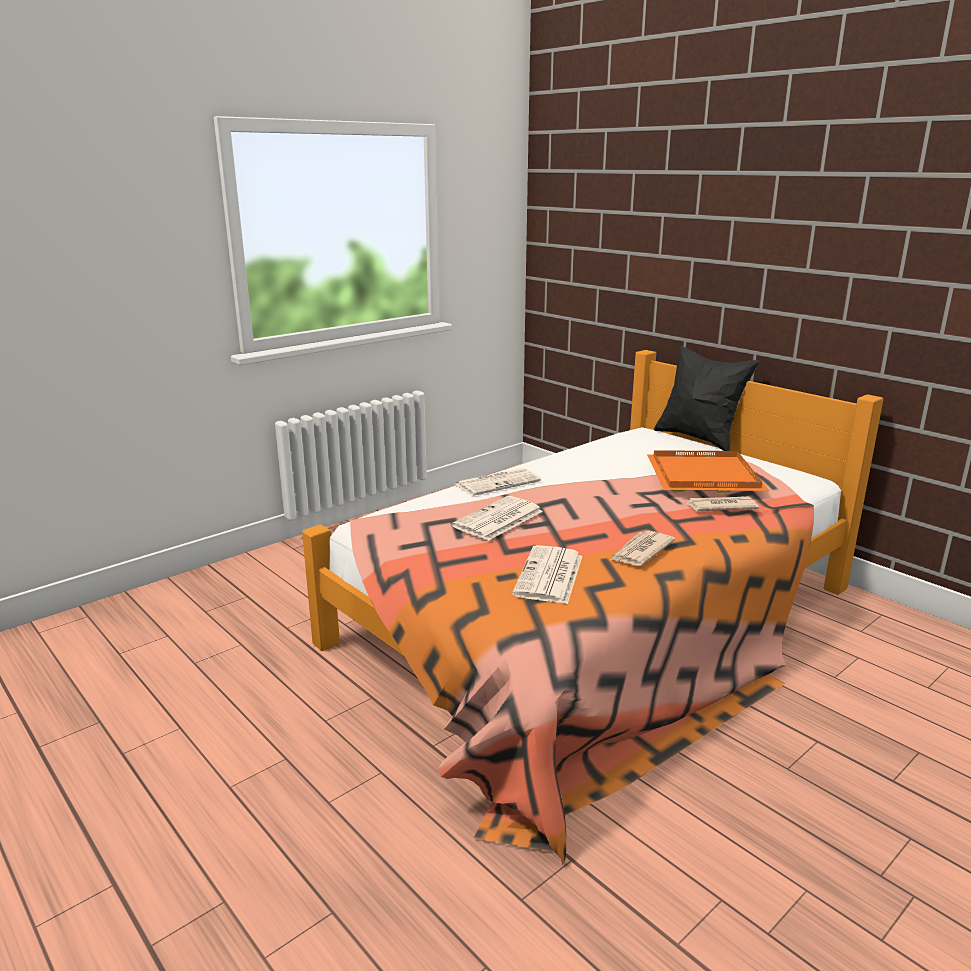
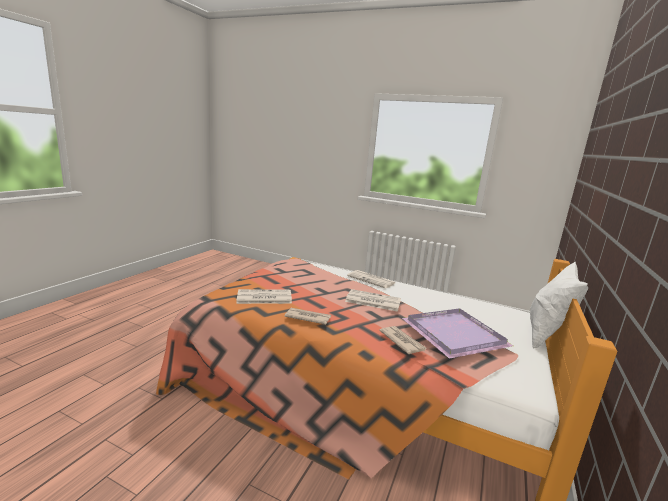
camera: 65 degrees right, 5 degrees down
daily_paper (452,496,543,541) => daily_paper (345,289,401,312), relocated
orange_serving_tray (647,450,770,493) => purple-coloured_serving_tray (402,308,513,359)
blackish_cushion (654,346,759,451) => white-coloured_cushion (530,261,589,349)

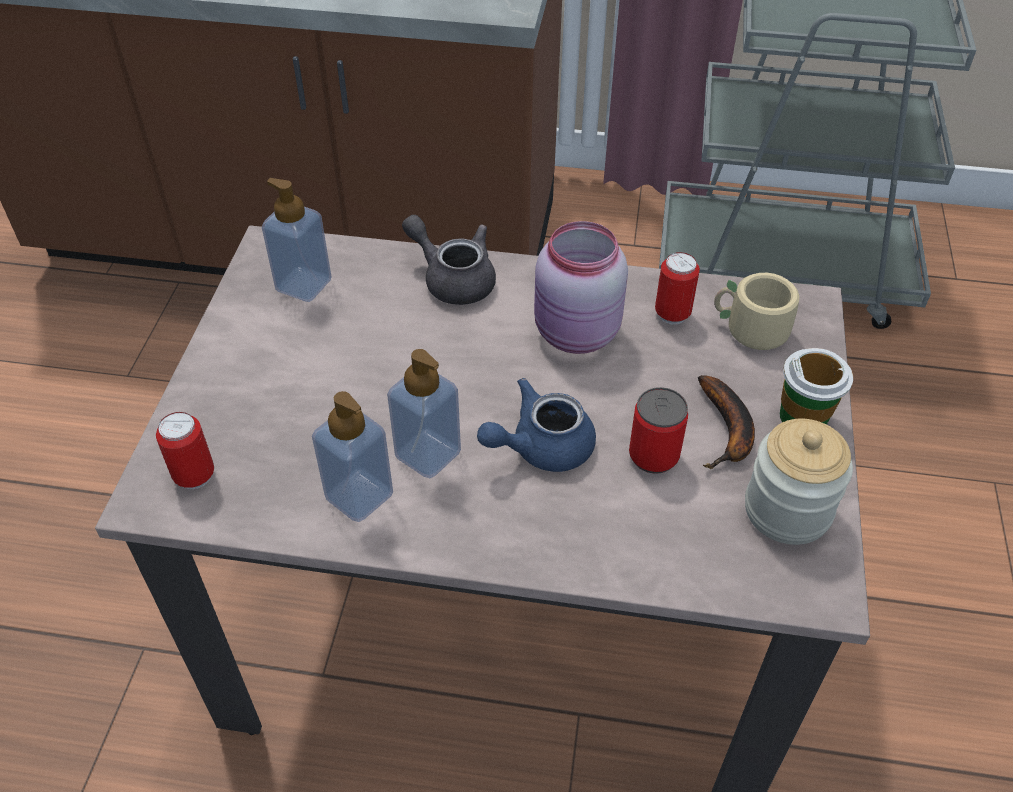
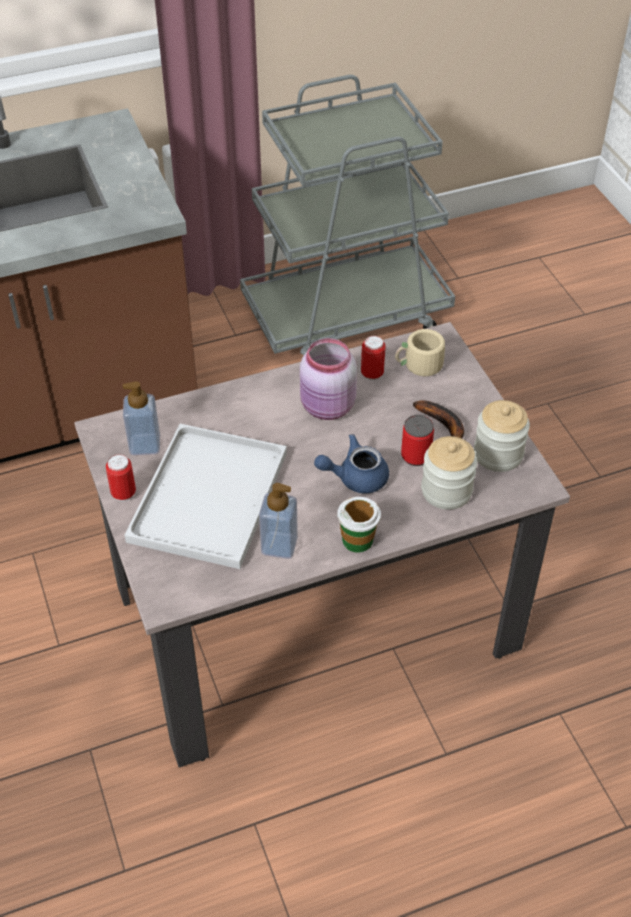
camera: 30 degrees left, 0 degrees up
sealed_can (156,412,214,489) => sealed_can (106,454,136,501), relocated
nothing => white-coloured_serving_tray (125,424,287,569)
bluish_teapot (477,378,596,472) => bluish_teapot (314,434,389,493), 45 degrees clockwise
drinking_cup (780,348,853,425) => drinking_cup (337,497,381,553), relocated
nothing => jar (421,436,477,510)
liquid_soap_bottle (387,349,461,478) => nothing
gray_teapot (402,215,496,305) => nothing

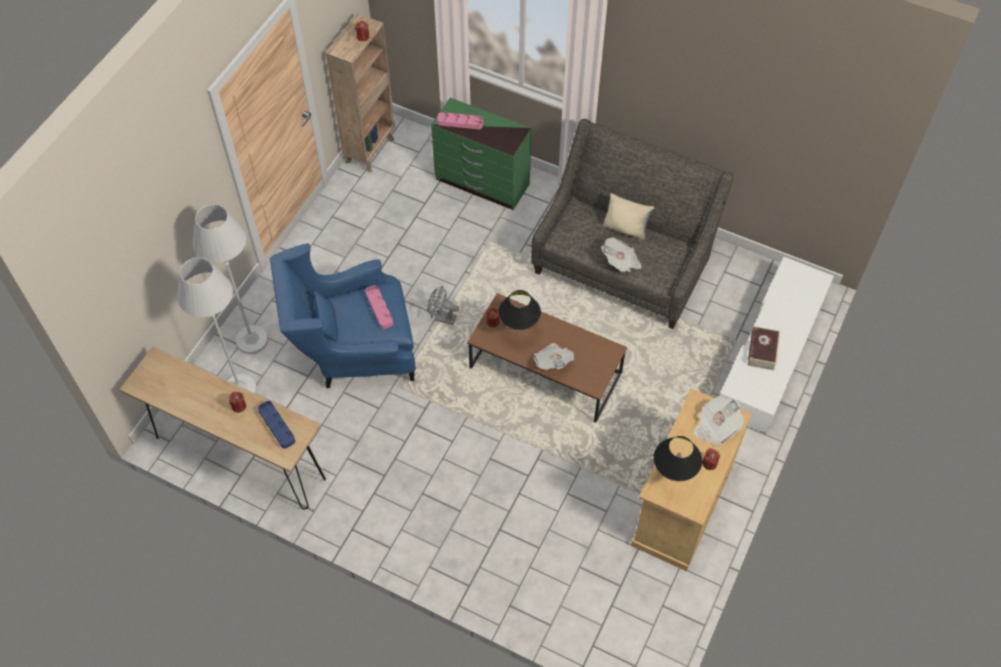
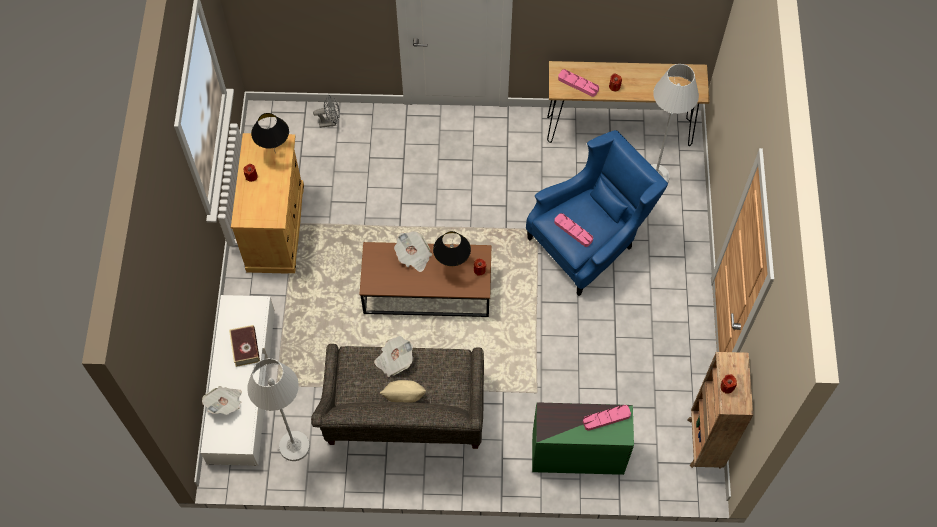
camera: 155 degrees right, 5 degrees up
daily_paper (693,396,744,447) => daily_paper (202,386,242,415), relocated
white-coloured_standard_lamp (192,204,268,354) => white-coloured_standard_lamp (247,358,310,461), relocated
gray_electric_fan (428,286,459,325) => gray_electric_fan (313,95,340,128), relocated
bluish_serving_tray (258,401,295,449) => pink-coloured_serving_tray (558,69,599,97)

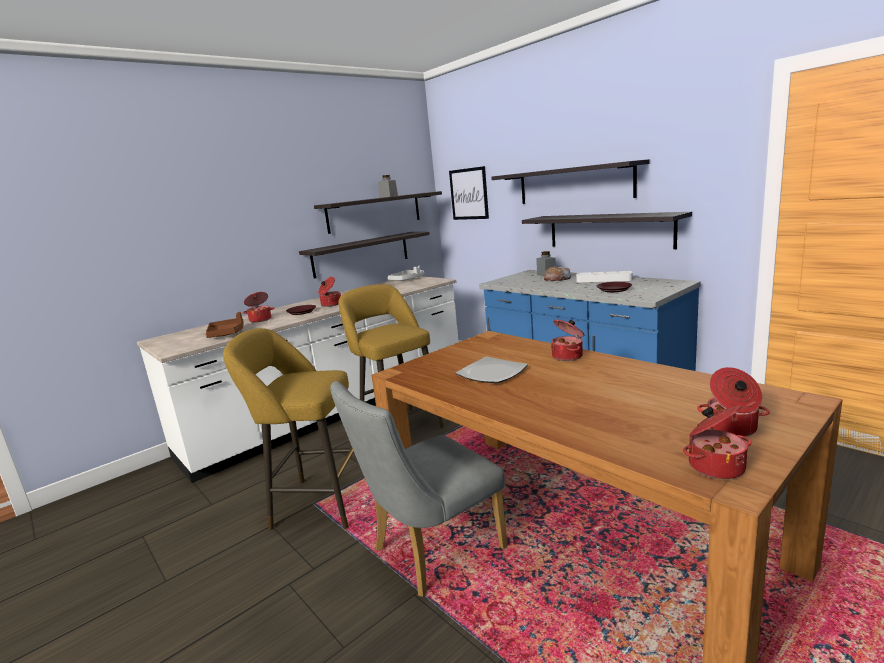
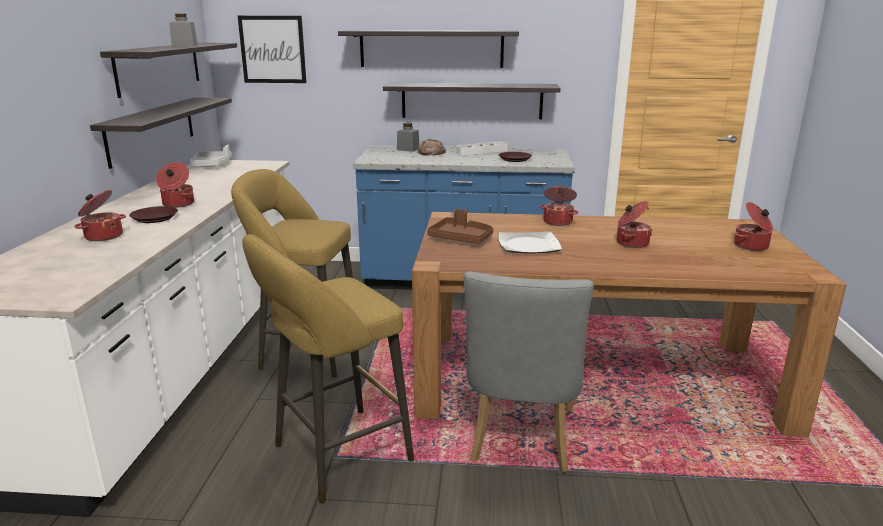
camera: 45 degrees left, 5 degrees up
brown_serving_tray (206,312,244,338) => brown_serving_tray (427,209,493,244), relocated
saucepot (683,405,752,479) => saucepot (617,201,653,248), relocated

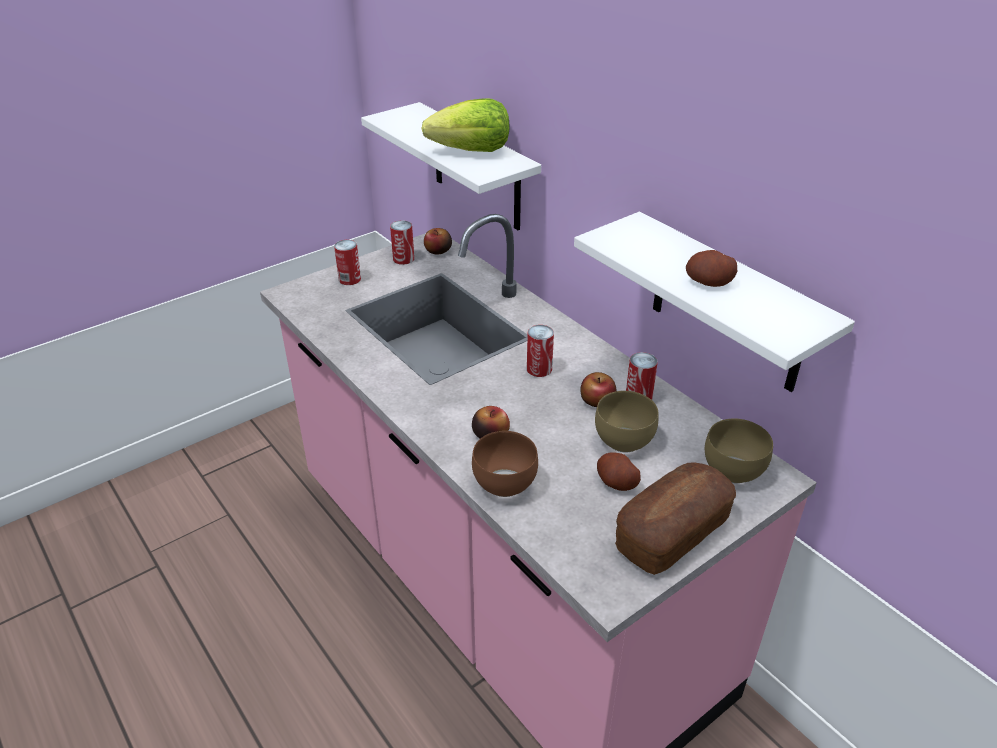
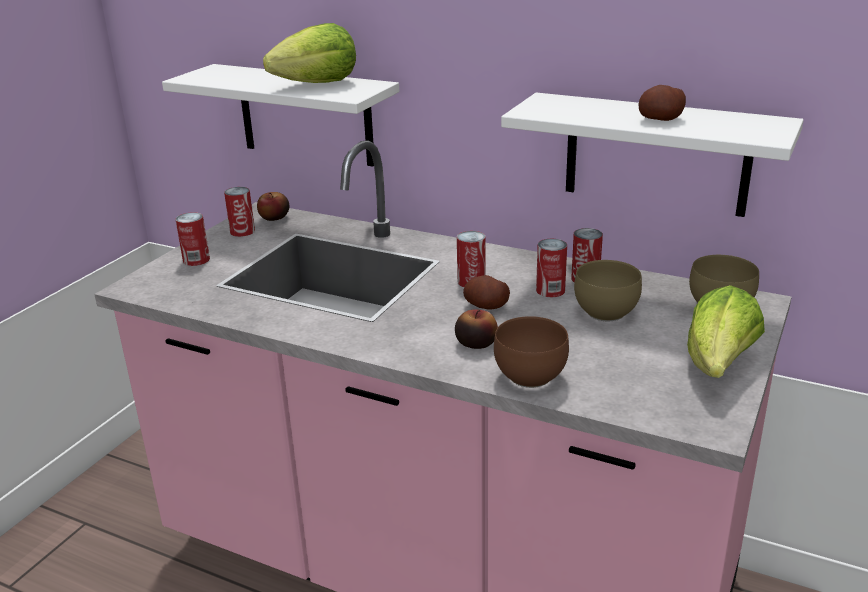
camera: 25 degrees left, 10 degrees down
potato (597,452,641,491) => potato (463,275,510,309), relocated
apple (580,372,617,407) => sealed_can (536,239,567,297)
baked_bread (615,463,736,575) => lettuce (687,285,765,378)

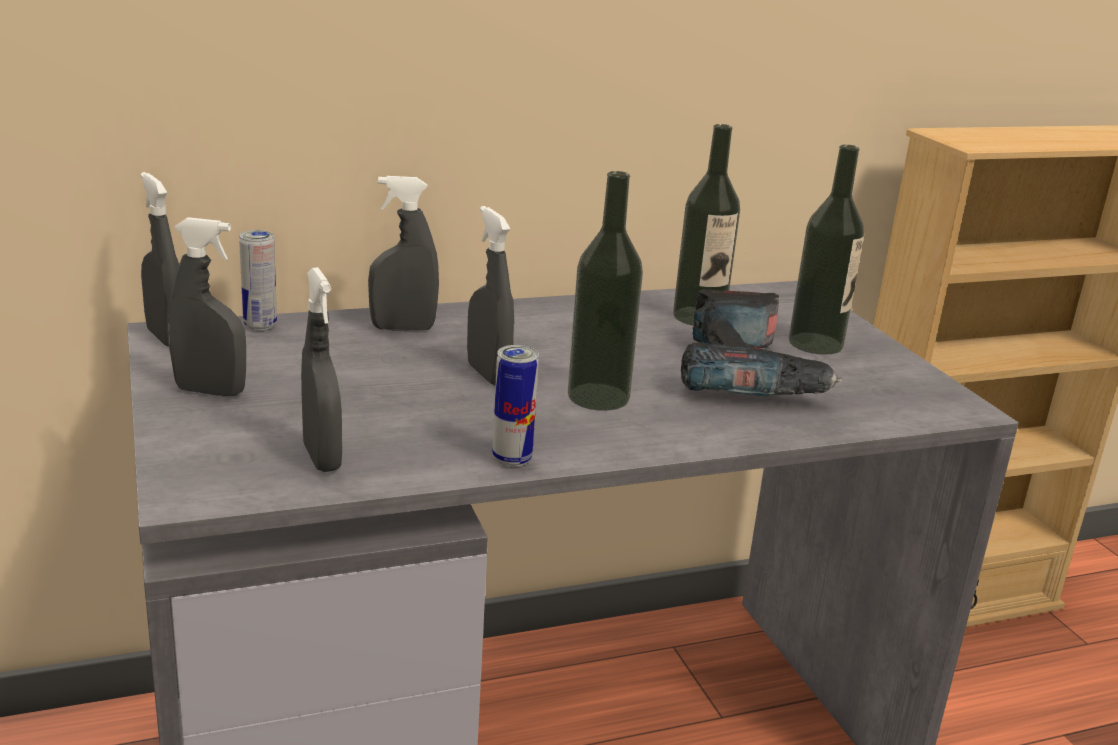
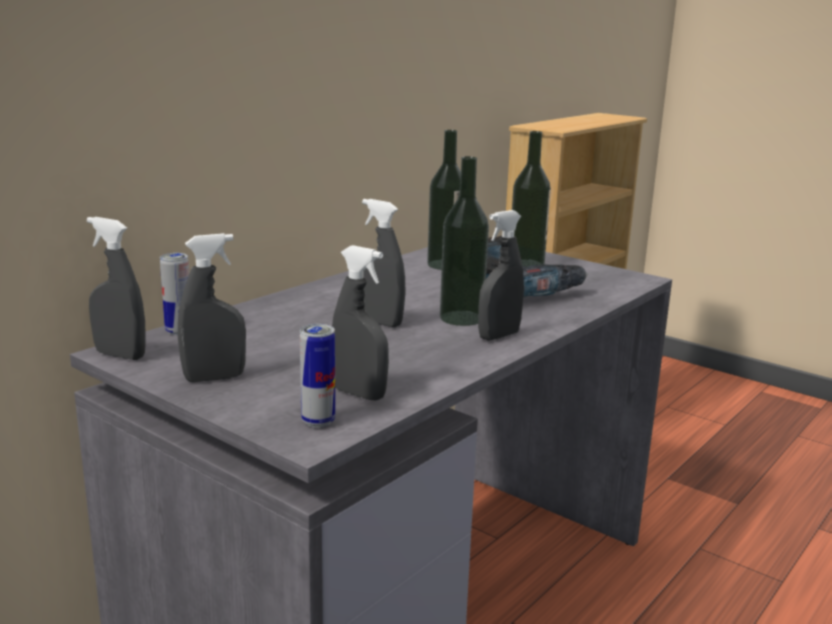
camera: 30 degrees left, 5 degrees down
sealed_can (492,345,539,467) => sealed_can (300,324,335,428), relocated
gray_spray_bottle (368,176,439,331) => gray_spray_bottle (478,210,524,341), relocated

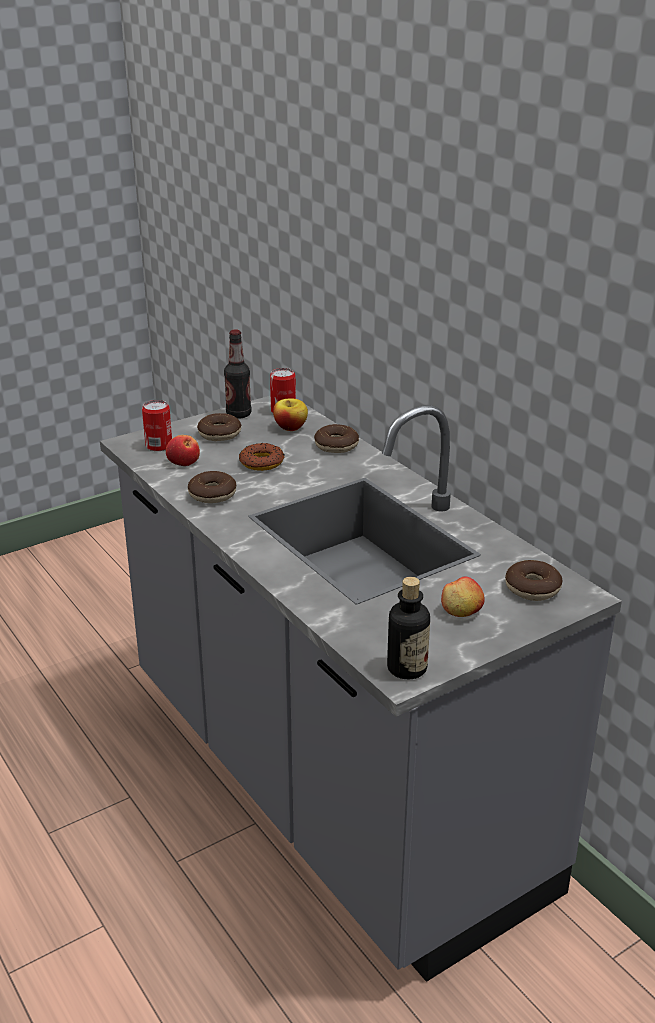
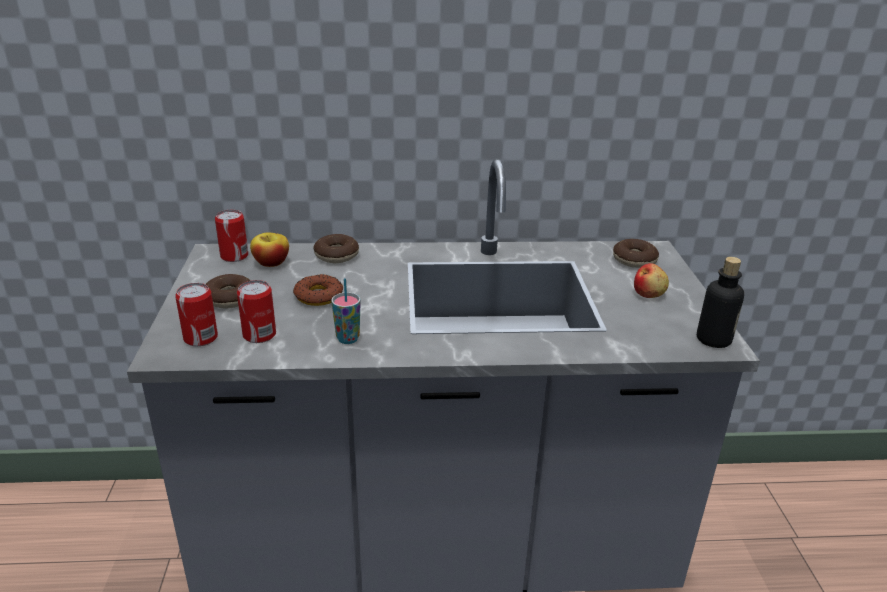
camera: 60 degrees left, 0 degrees up
apple (166,435,200,466) => sealed_can (237,280,276,343)
donut (188,471,236,503) => drinking_cup (331,278,361,344)
bottle (224,330,251,419) => nothing

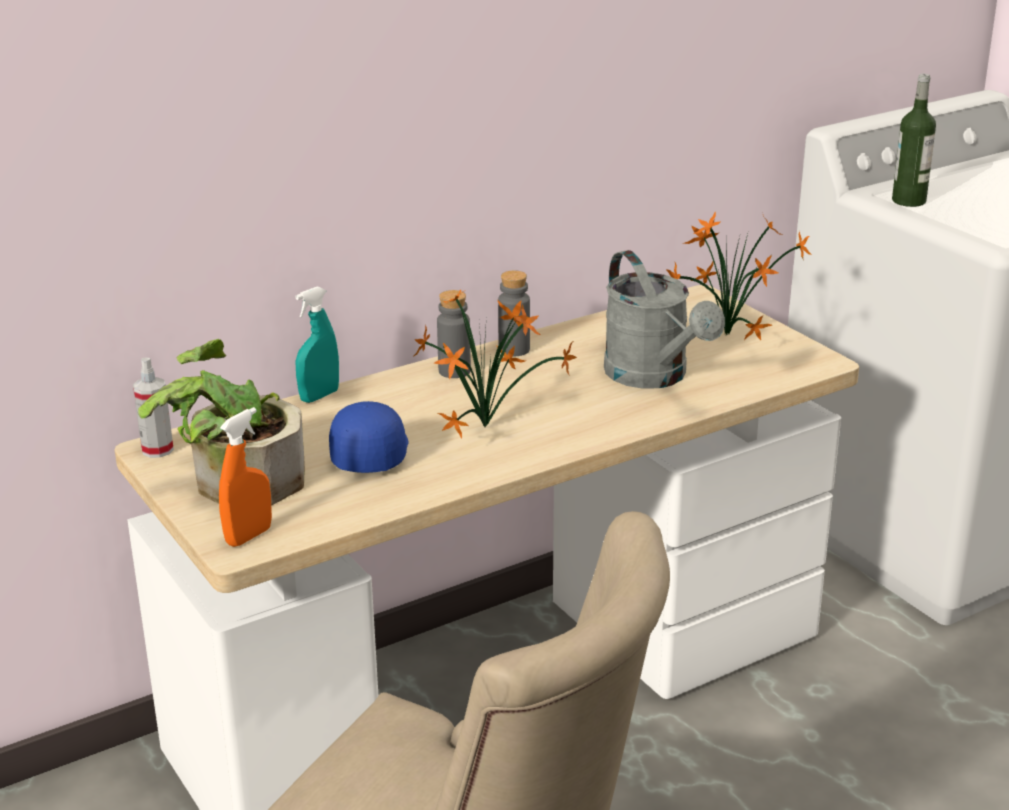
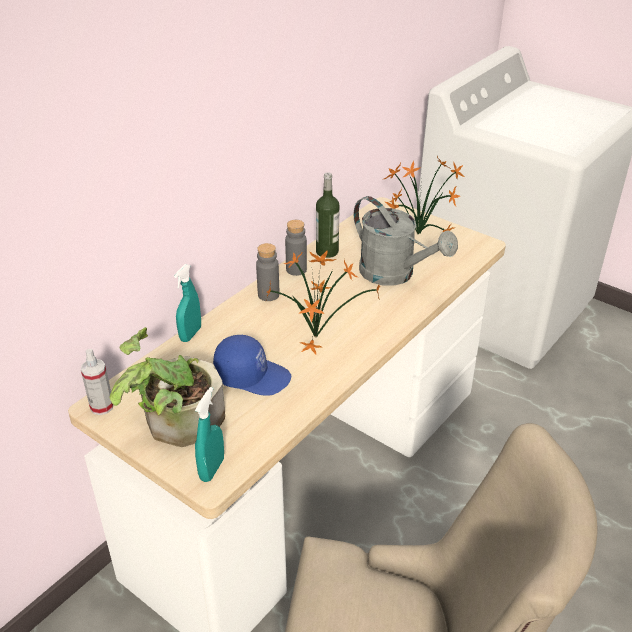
camera: 20 degrees left, 10 degrees up
orange_spray_bottle (219,407,272,547) => turquoise-coloured_spray_bottle (195,387,224,482)
bluish_cap (329,401,408,473) => bluish_cap (213,335,291,396), 120 degrees clockwise
bottle (892,74,936,207) => bottle (316,172,340,258), relocated

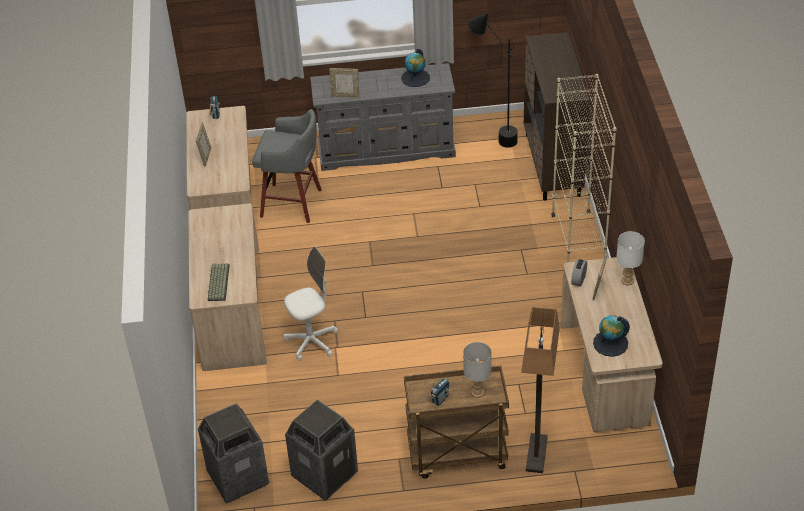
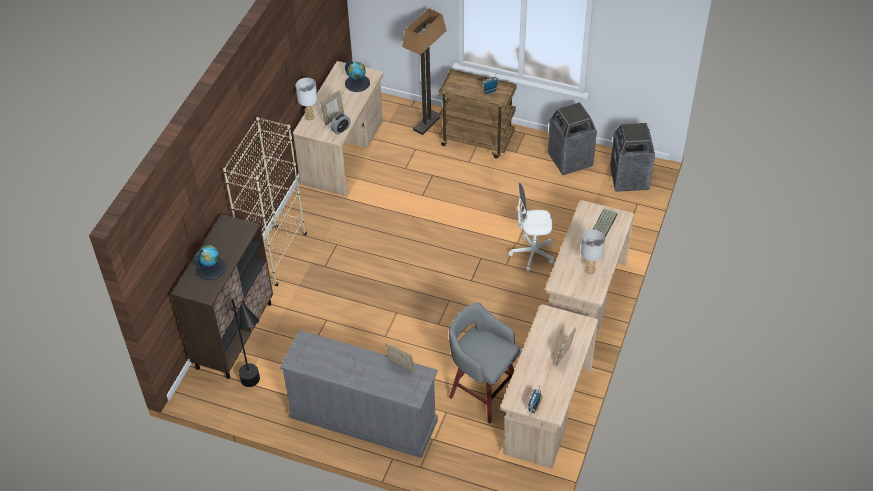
camera: 155 degrees left, 5 degrees up
globe (401,49,430,87) => globe (194,245,226,280), relocated
gray_lamp_for_a_table (463,342,492,398) => gray_lamp_for_a_table (581,229,605,274), relocated

